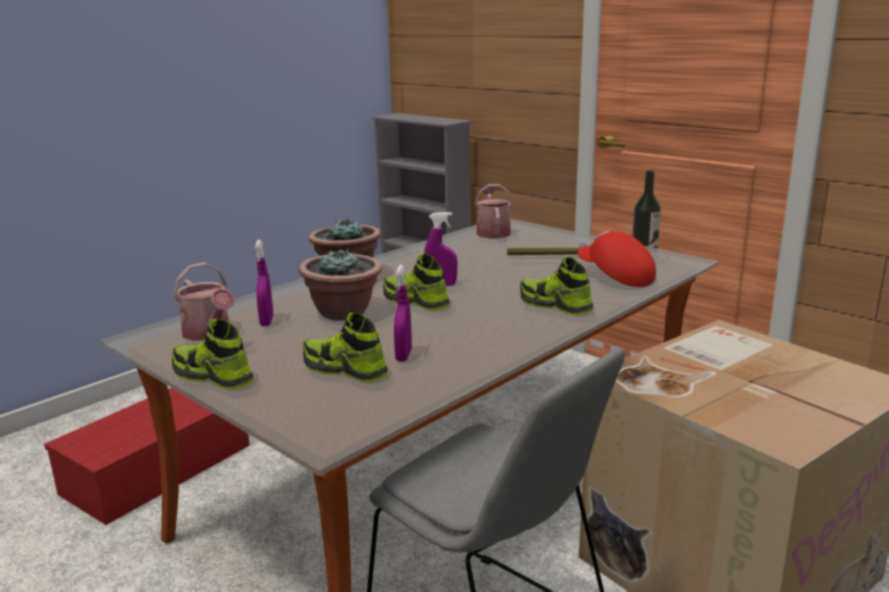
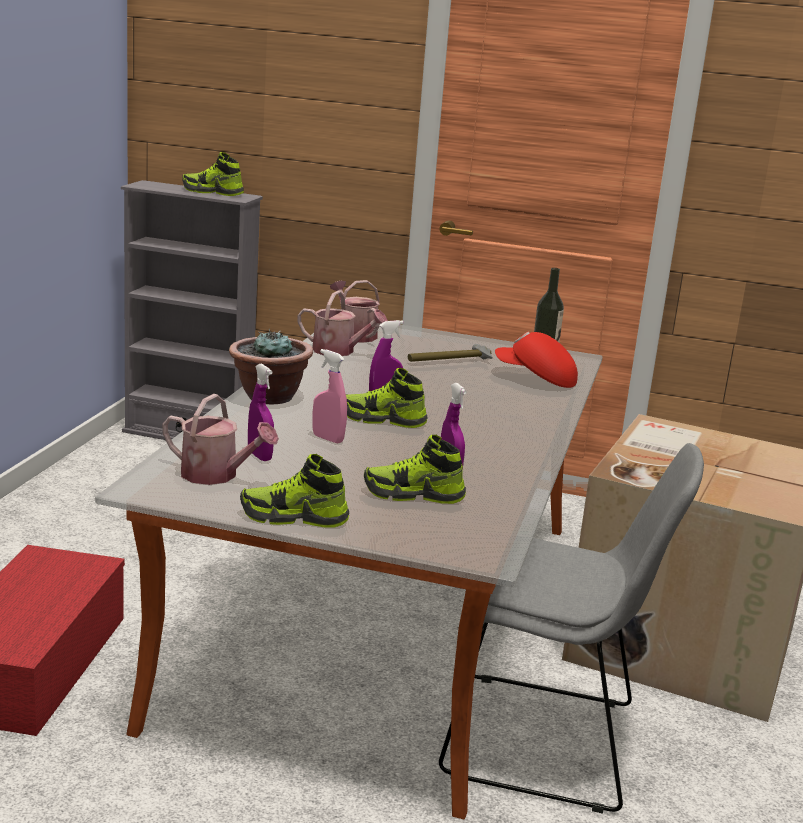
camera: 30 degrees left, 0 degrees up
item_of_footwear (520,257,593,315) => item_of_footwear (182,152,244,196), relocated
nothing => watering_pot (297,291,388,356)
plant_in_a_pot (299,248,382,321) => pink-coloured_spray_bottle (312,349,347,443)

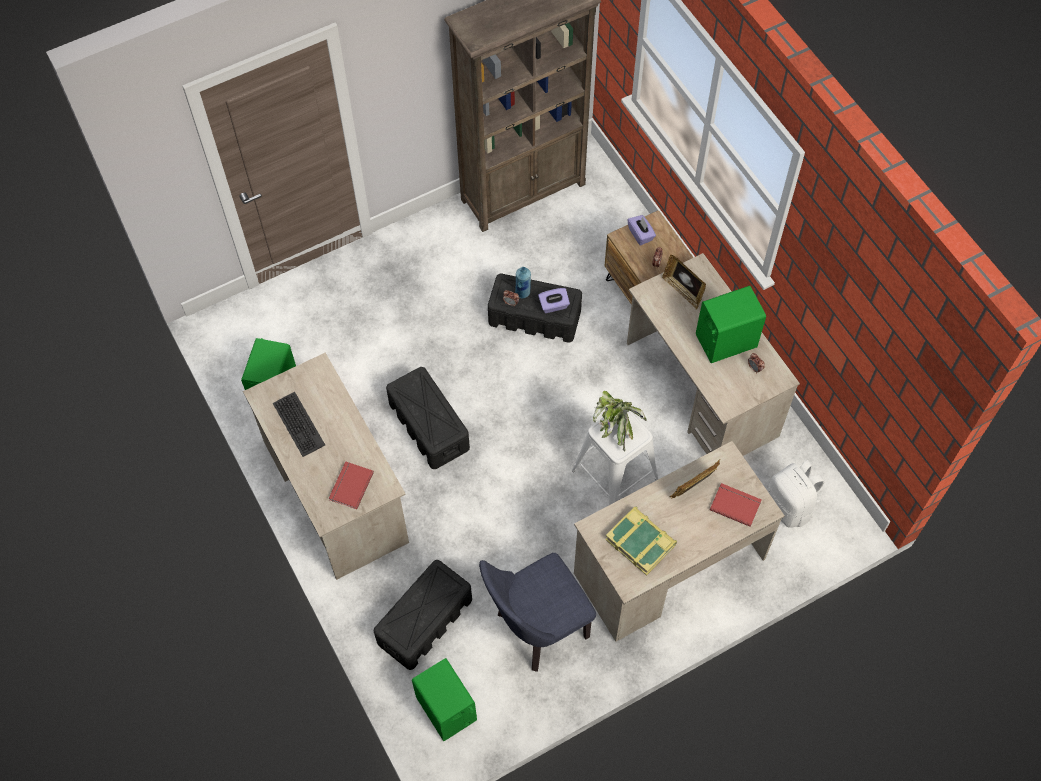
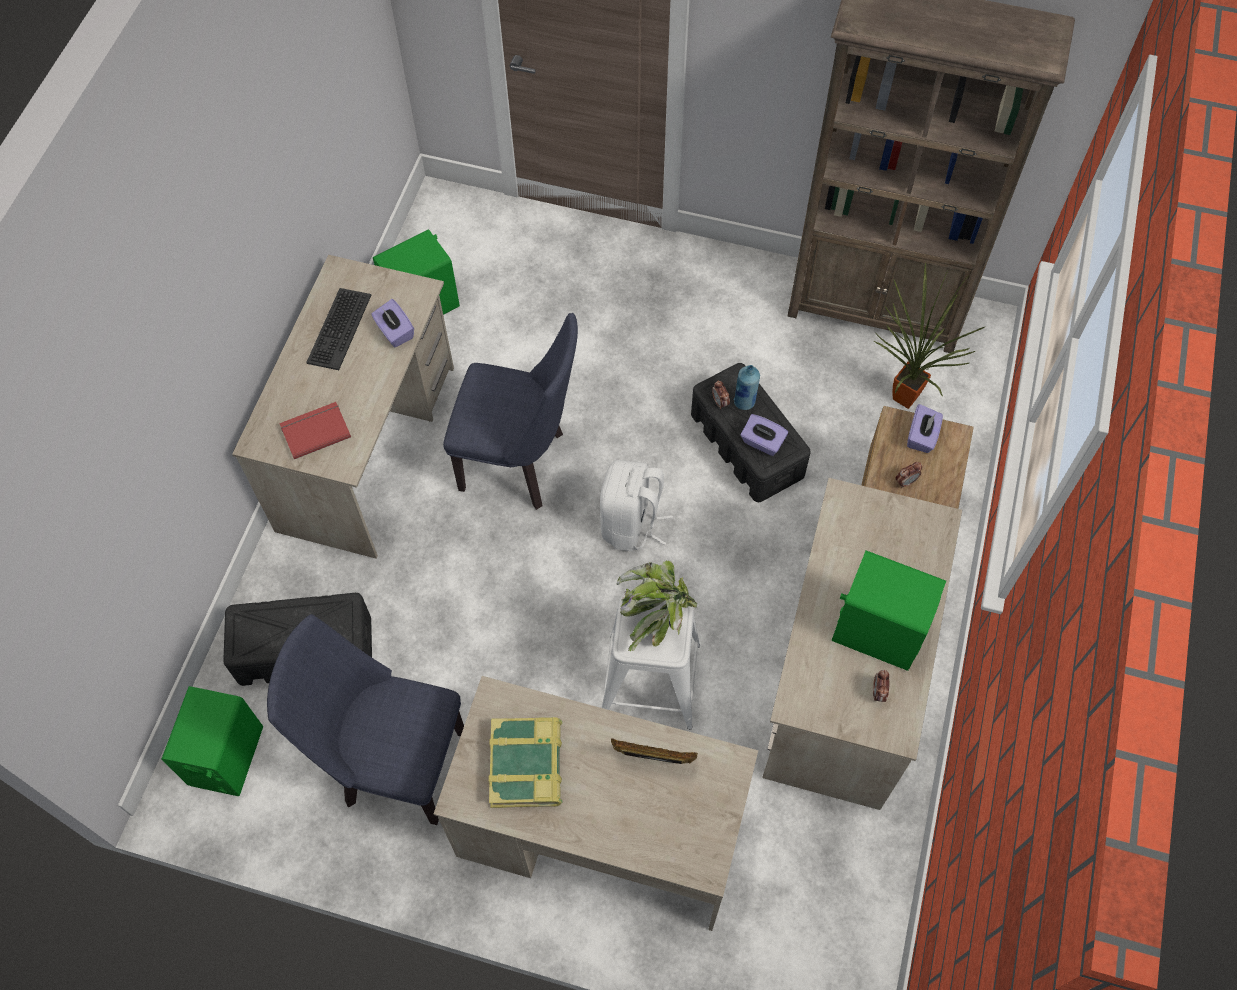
camera: 45 degrees right, 0 degrees up
nothing => purple-coloured_tissue_box (371,299,414,348)
blackish_storage_container (386,367,470,469) => bluish_chair (443,313,578,510)
white-coloured_rucksack (767,460,825,528) => white-coloured_rucksack (600,460,673,551), relocated
nothing => plant_in_a_pot (874,262,986,409)
photo_frame (662,254,706,310) => nothing
reddish_volume (710,483,762,527) => nothing

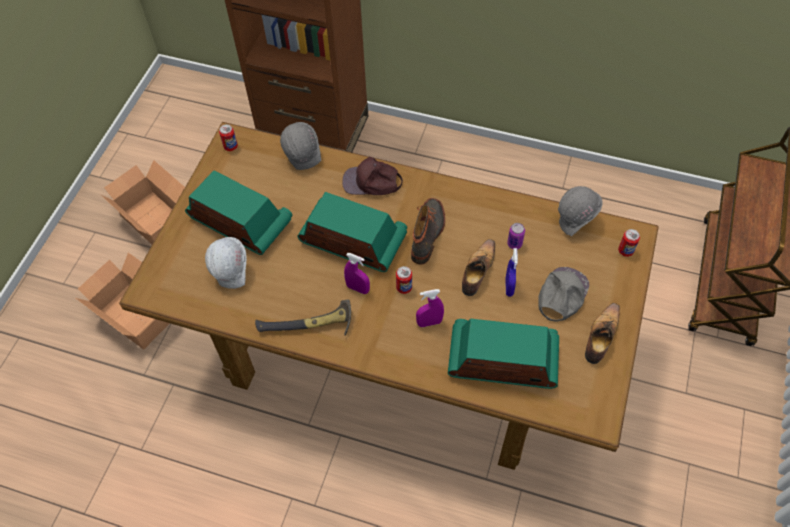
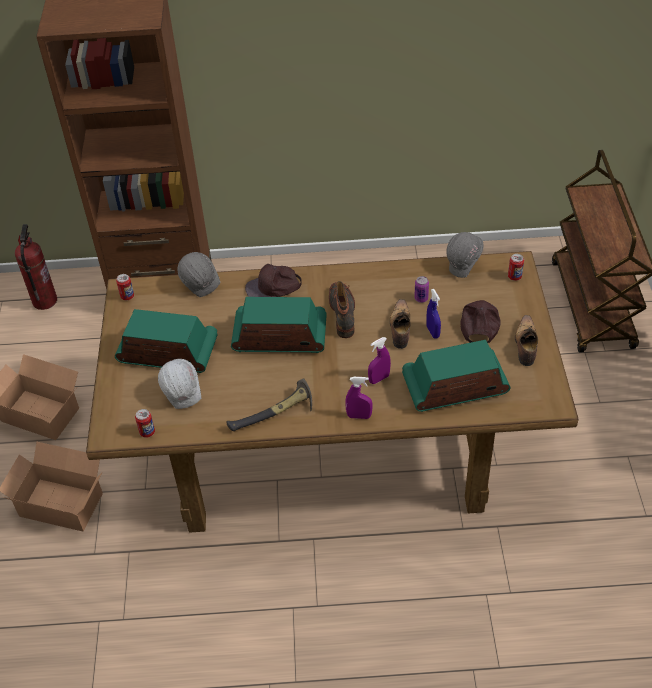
camera: 20 degrees left, 10 degrees down
nothing => fire-fighting_cylinder (15,224,57,310)
sealed_can (396,266,412,294) => sealed_can (135,409,155,438), relocated
purple-coloured_spray_bottle (344,253,370,294) => purple-coloured_spray_bottle (345,377,373,419), relocated
gray_cap (538,267,589,321) => brown_cap (460,300,501,343)

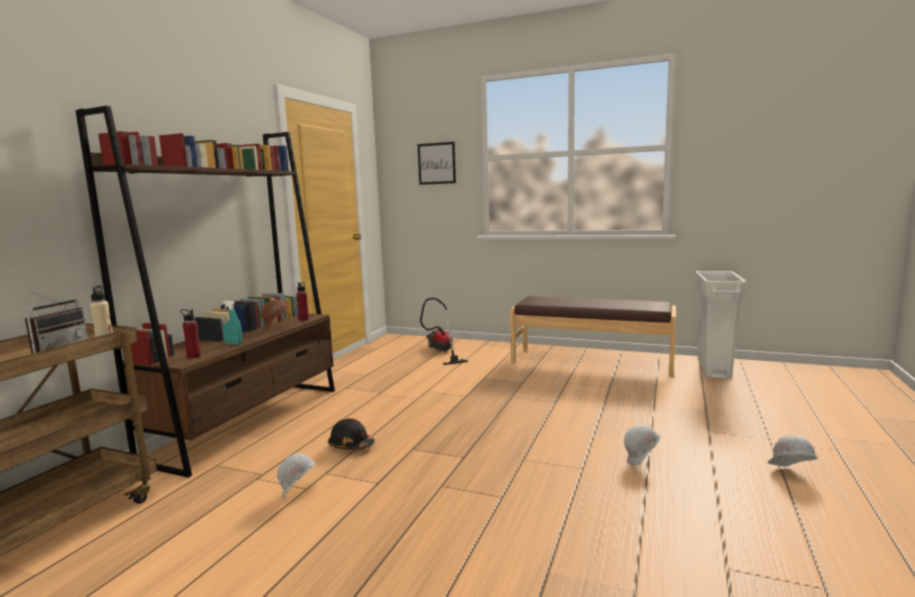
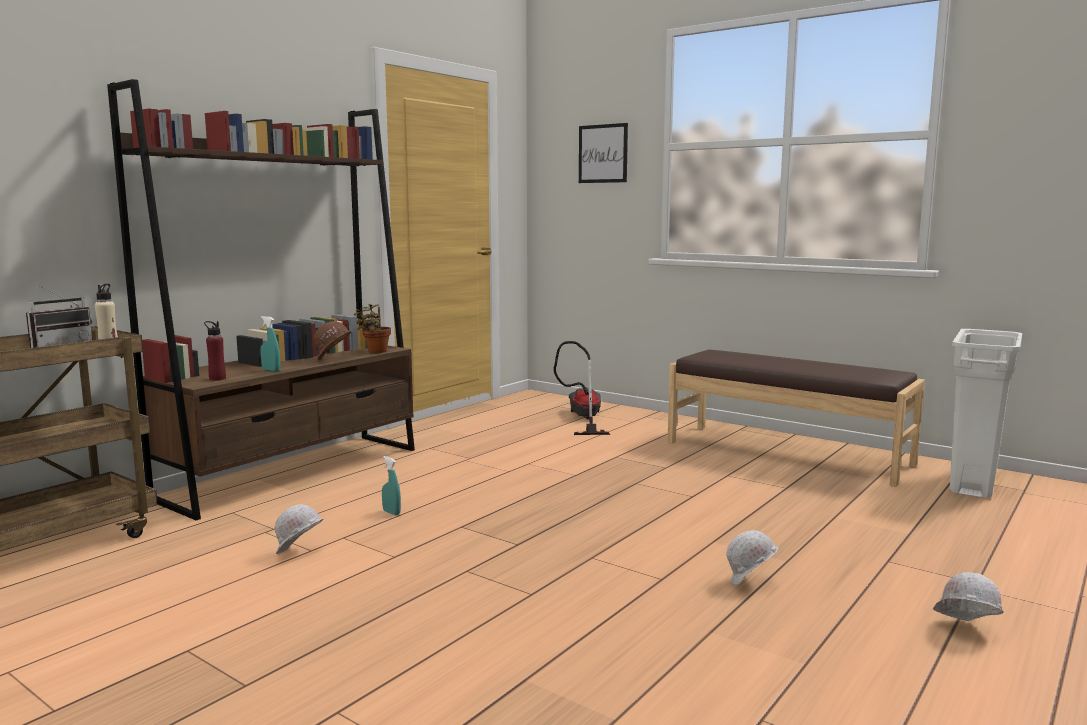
camera: 15 degrees right, 0 degrees up
reddish_bottle (296,282,309,321) => plant_in_a_pot (354,304,391,353)
blackish_hard_hat (328,418,375,450) => turquoise-coloured_spray_bottle (382,456,401,515)

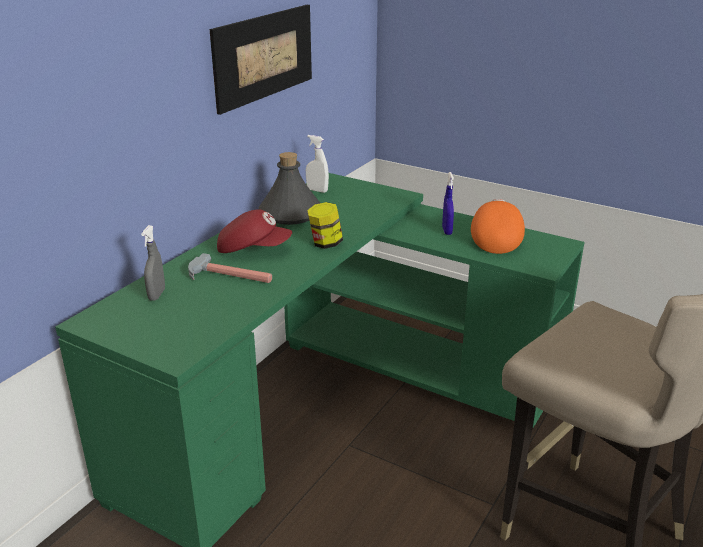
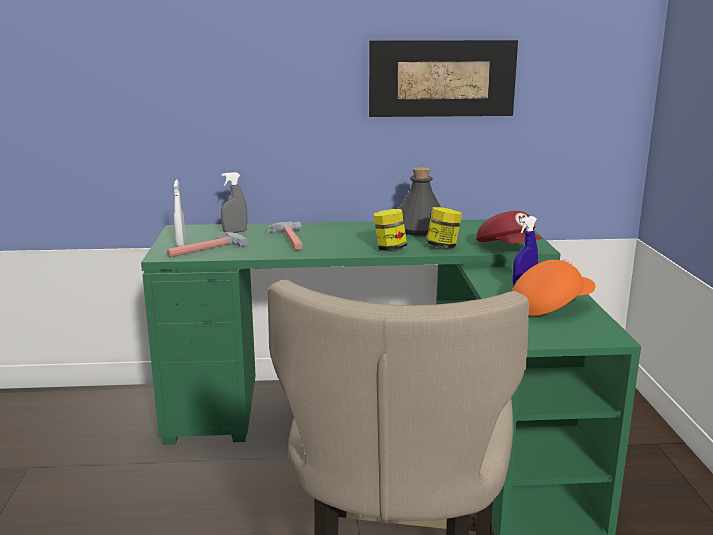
camera: 55 degrees right, 10 degrees down
nothing => hand_hammer (167,232,248,257)
white-coloured_spray_bottle (306,135,329,193) => white-coloured_spray_bottle (174,179,186,247), relocated
nothing => jar (426,207,462,248)
reddish_cap (217,209,292,253) => reddish_cap (476,211,542,244), relocated

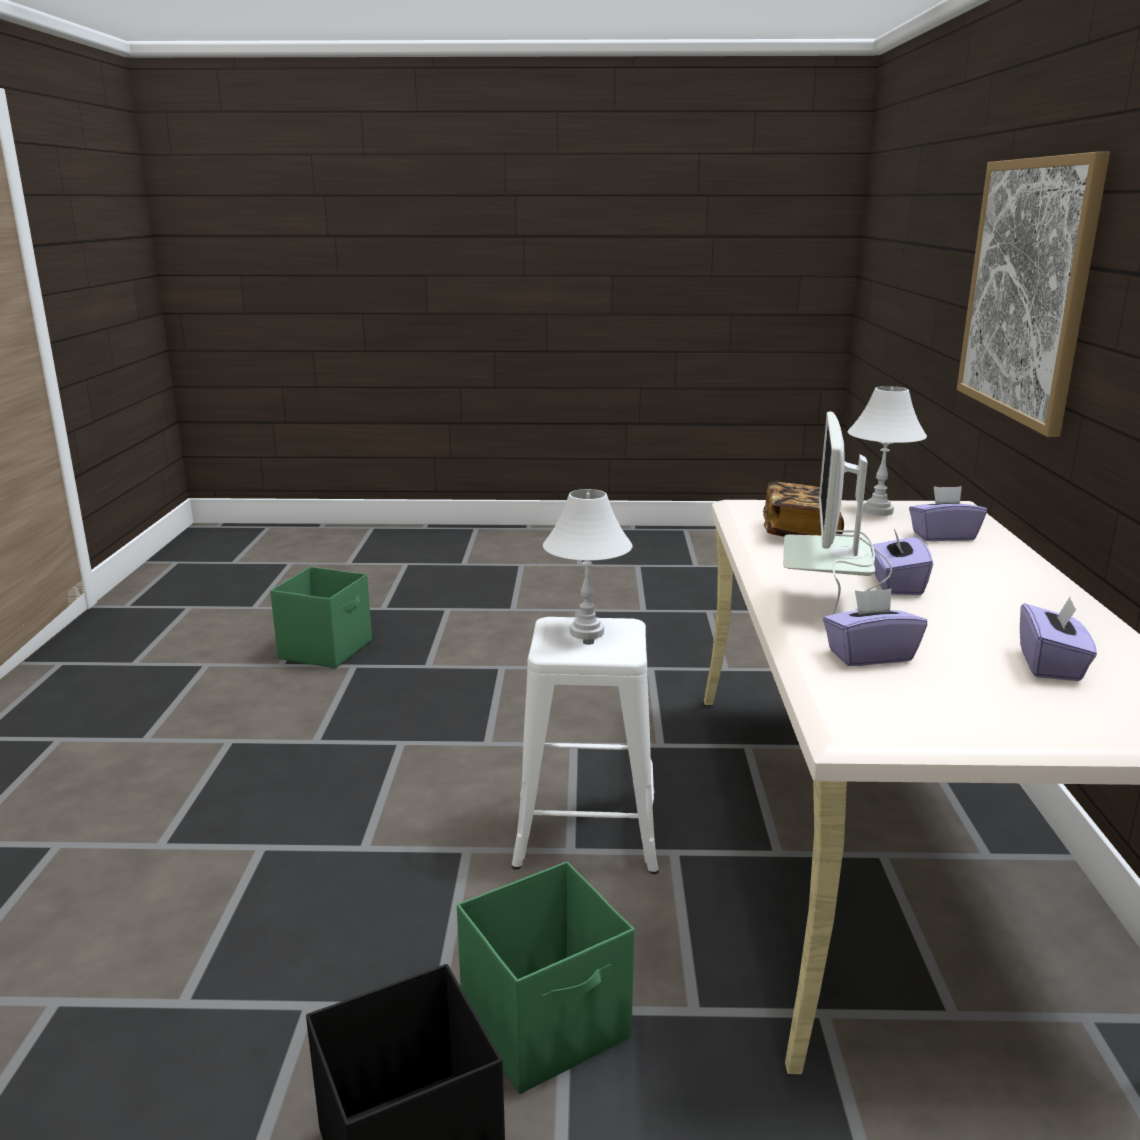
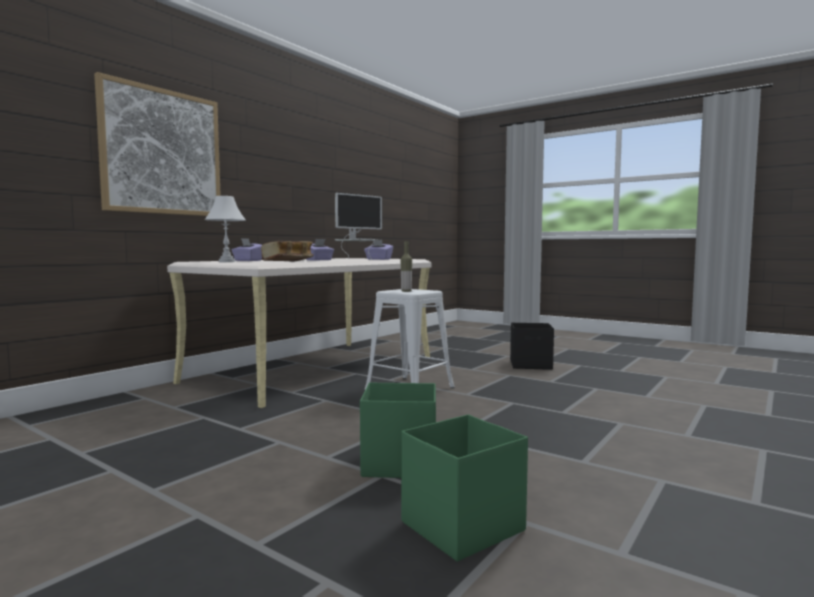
camera: 145 degrees left, 15 degrees down
green_storage_container (457,861,634,1094) => green_storage_container (360,382,436,478), relocated
white-coloured_lamp_for_a_table (543,489,632,640) => bottle (401,241,412,292)
purple-coloured_tissue_box (1020,596,1097,681) => nothing

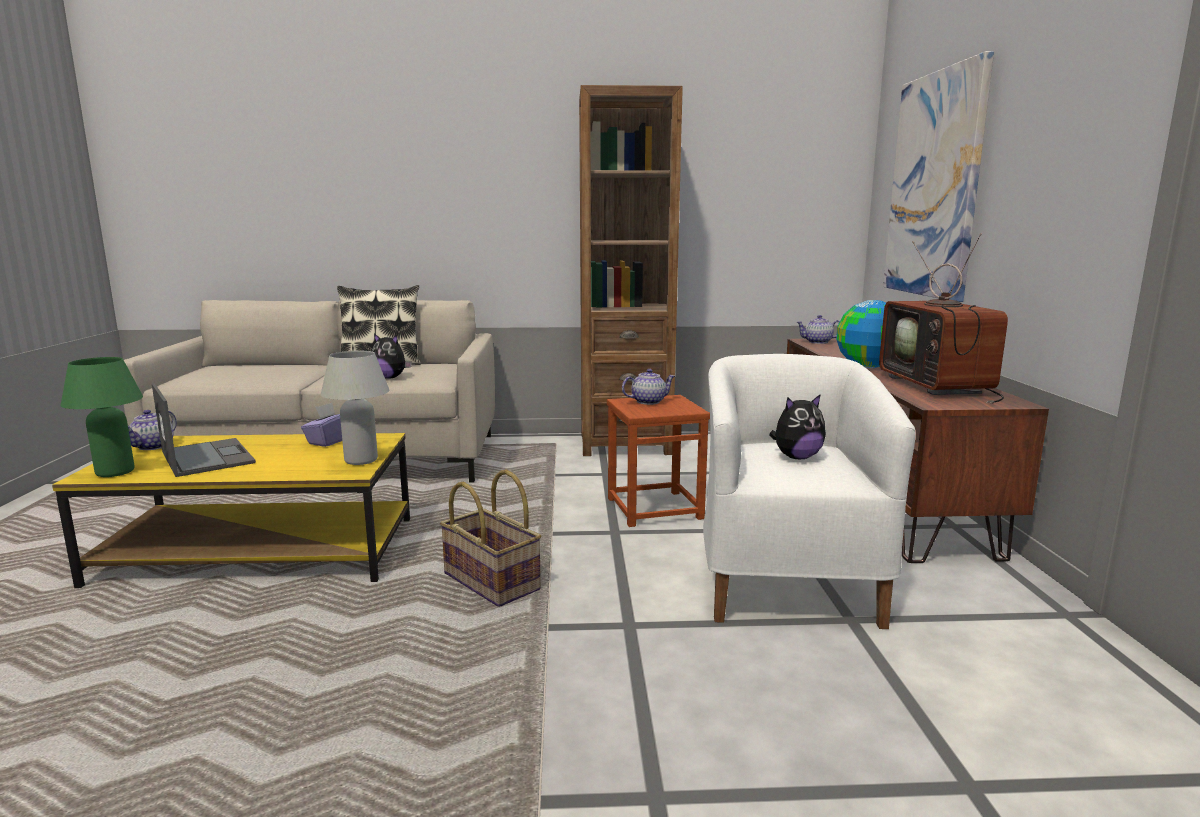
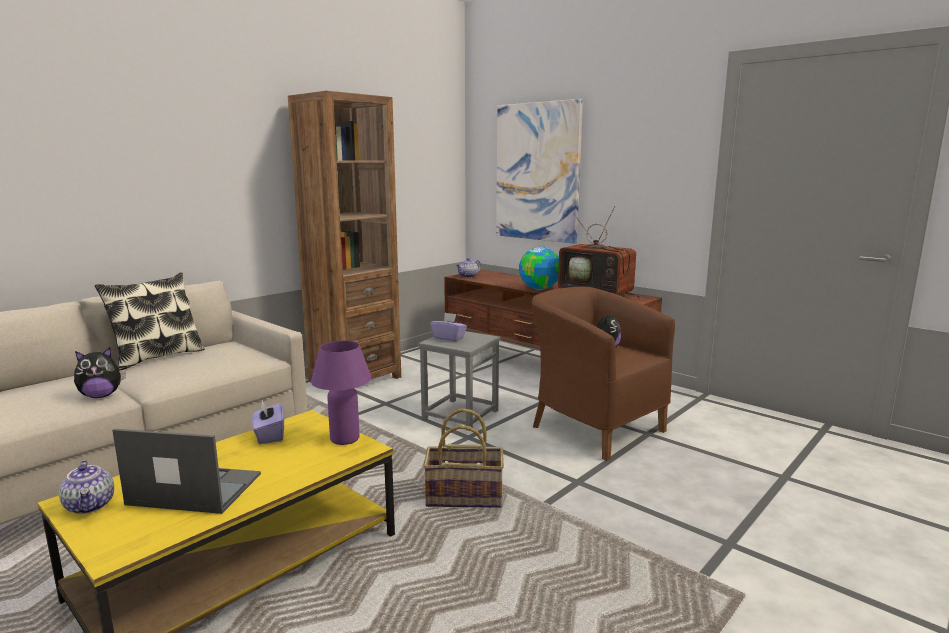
camera: 45 degrees left, 0 degrees up
cuddly_toy (372,334,412,379) => cuddly_toy (74,348,126,398), relocated
white-coloured_lamp_for_a_table (321,351,389,465) => purple-coloured_lamp_for_a_table (311,341,372,445)
brown_sitting_stool (607,395,710,527) => gray_sitting_stool (419,331,500,431)
teapot (622,369,675,405) => purple-coloured_tissue_box (430,313,467,341)
white-coloured_armchair (703,354,916,629) => brown_armchair (532,286,675,461)
green_lamp_for_a_table (60,357,143,477) => nothing

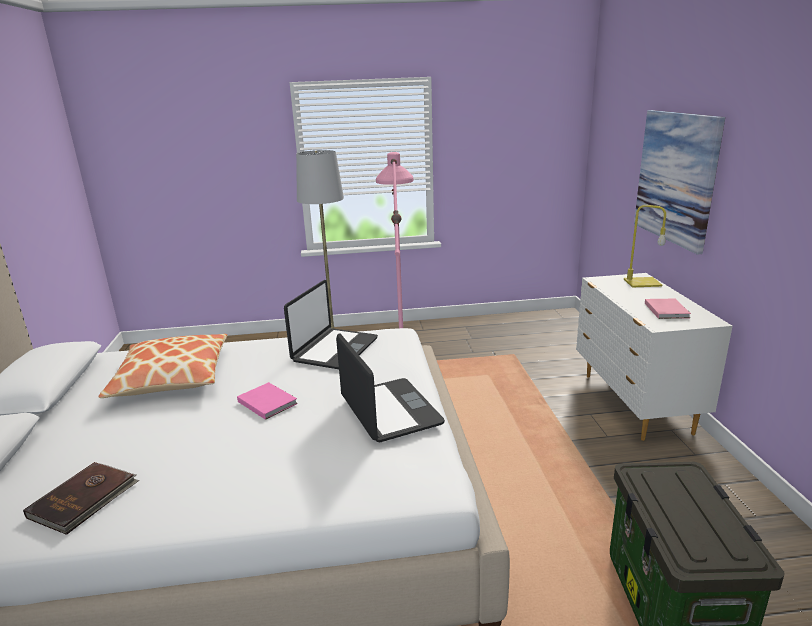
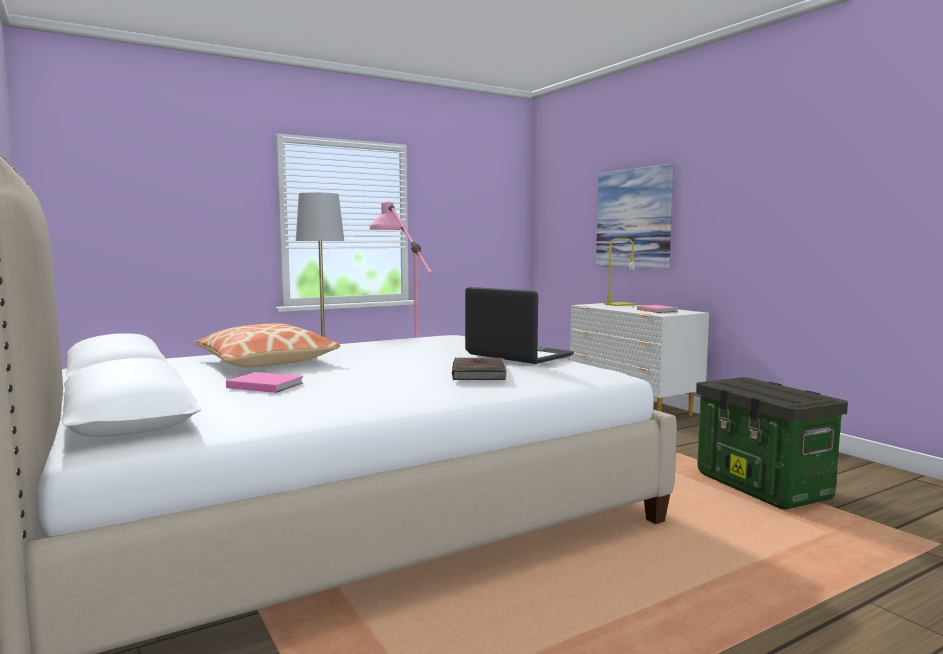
camera: 25 degrees left, 15 degrees down
pink-coloured_volume (237,382,298,420) => pink-coloured_volume (226,372,303,393), relocated
brown_volume (23,462,139,535) => brown_volume (452,358,507,380), relocated
notebook_computer (284,280,378,369) => nothing

